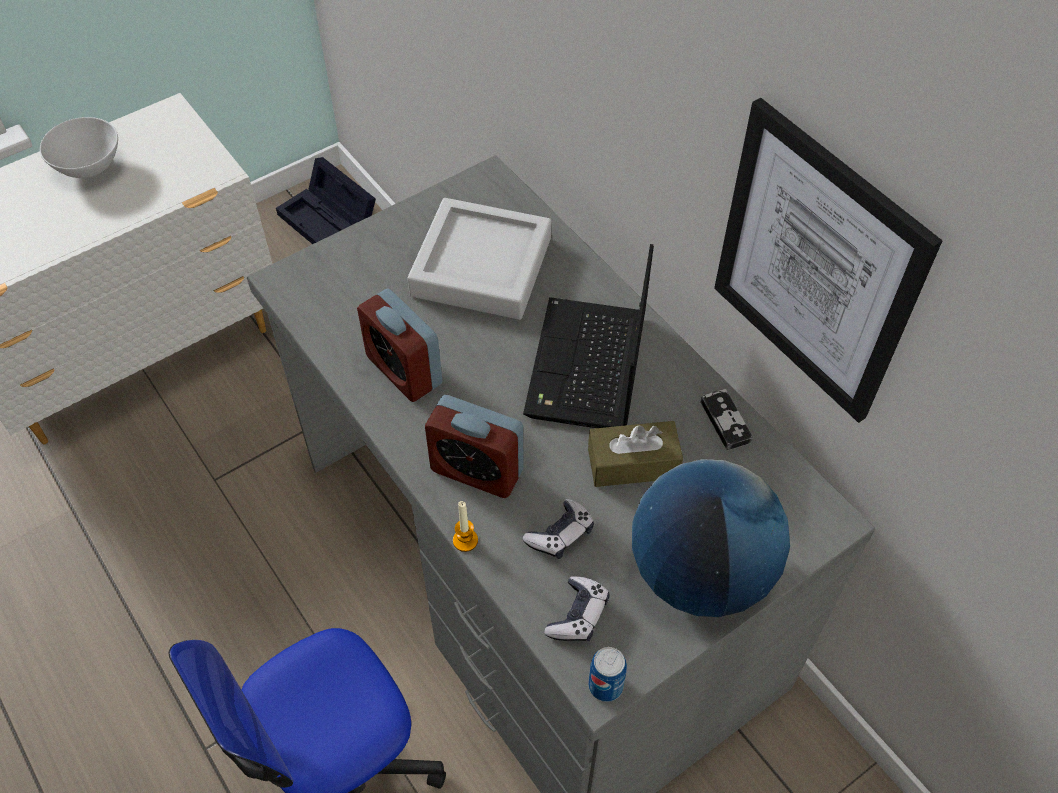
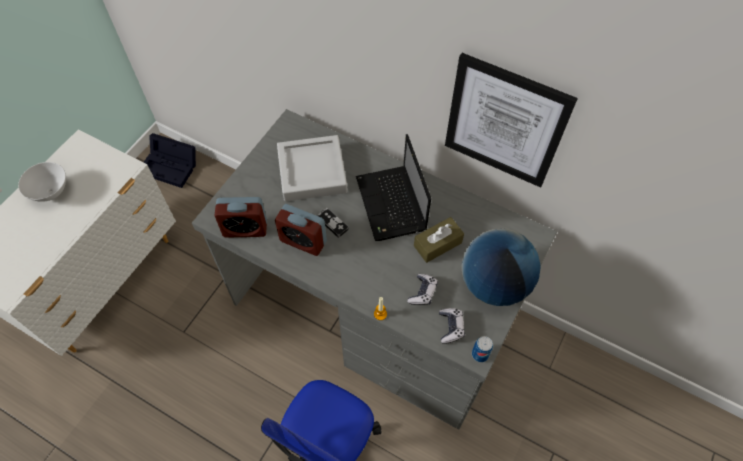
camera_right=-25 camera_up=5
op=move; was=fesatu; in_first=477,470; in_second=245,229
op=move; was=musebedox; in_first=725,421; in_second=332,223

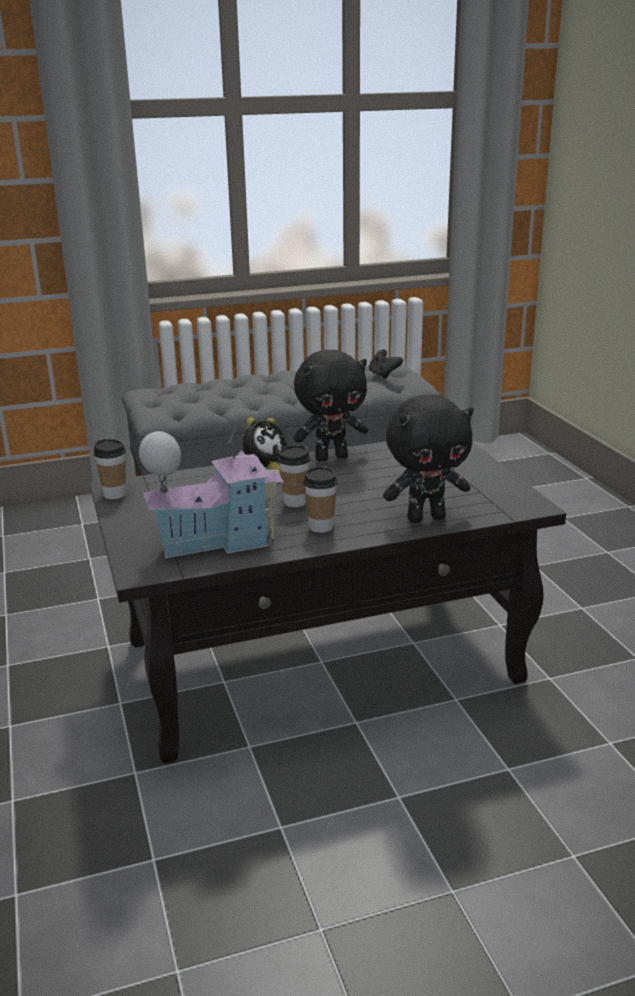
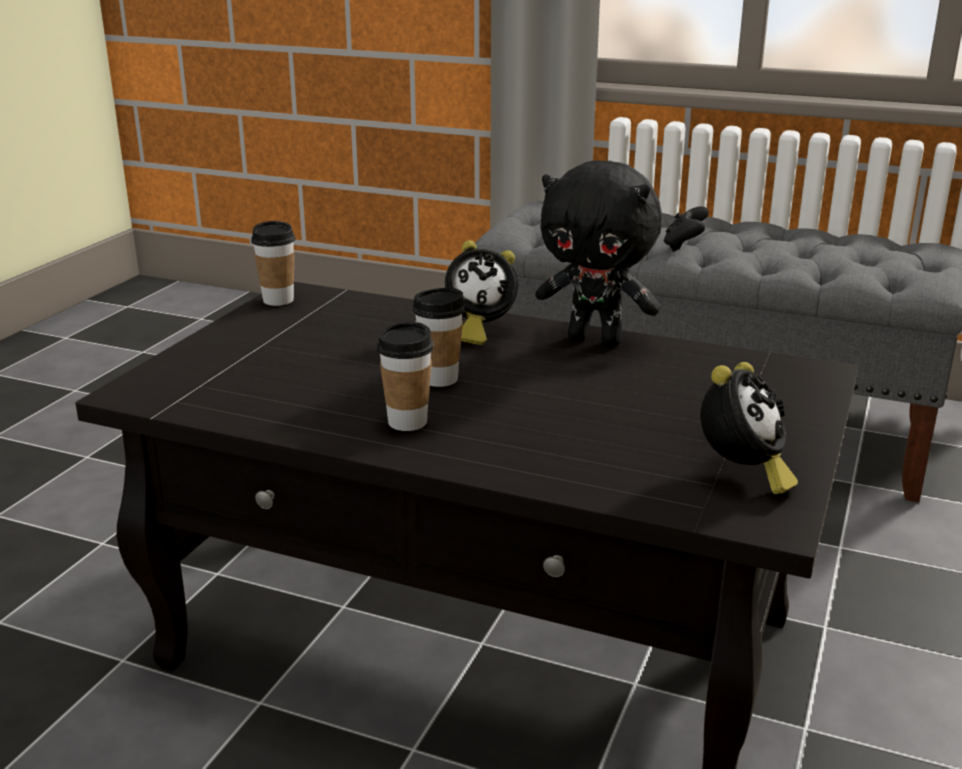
camera_right=40 camera_up=0
op=move; was=black_musebedox; in_first=383,375; in_second=684,247
op=insert; now=fesatu; in_second=742,475
op=delete; was=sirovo; in_first=216,541
op=delete; was=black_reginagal; in_first=426,518

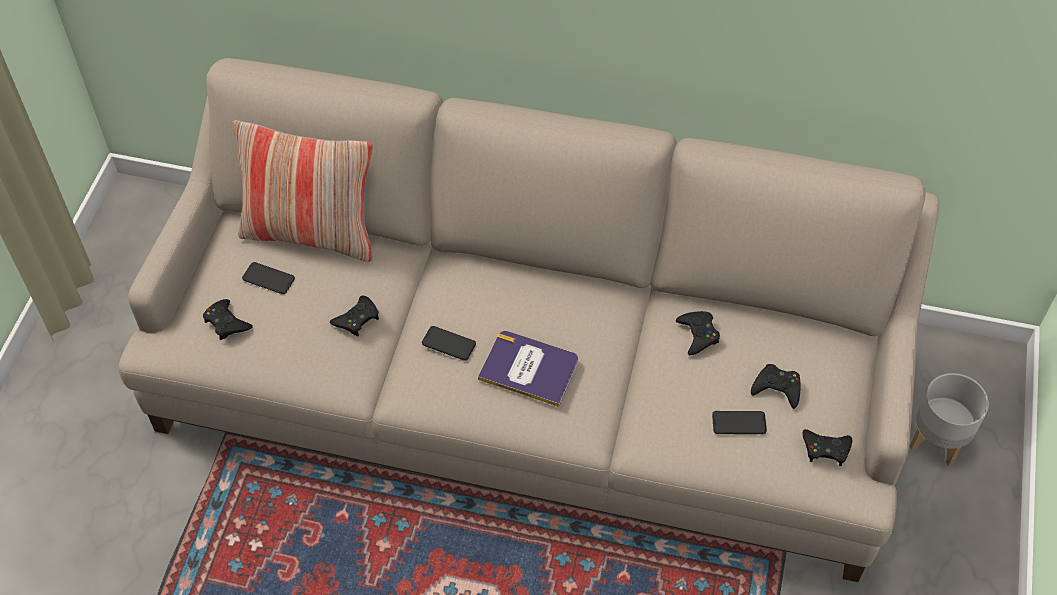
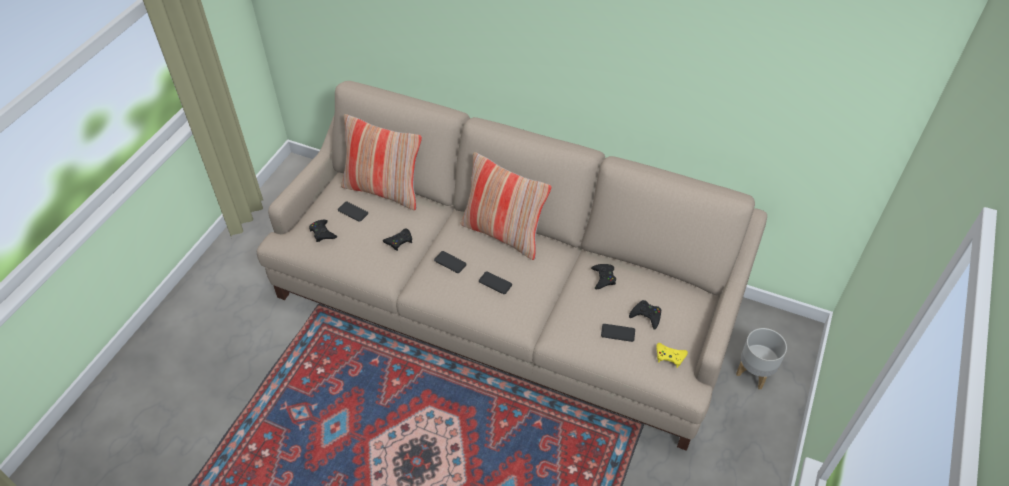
camera_right=10 camera_up=-5
op=insert; now=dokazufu; in_second=503,234
op=replace; was=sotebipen; now=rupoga; in_first=529,368; in_second=495,283
op=recolor; was=black_musebedox; now=yellow_musebedox; in_first=826,449; in_second=670,356

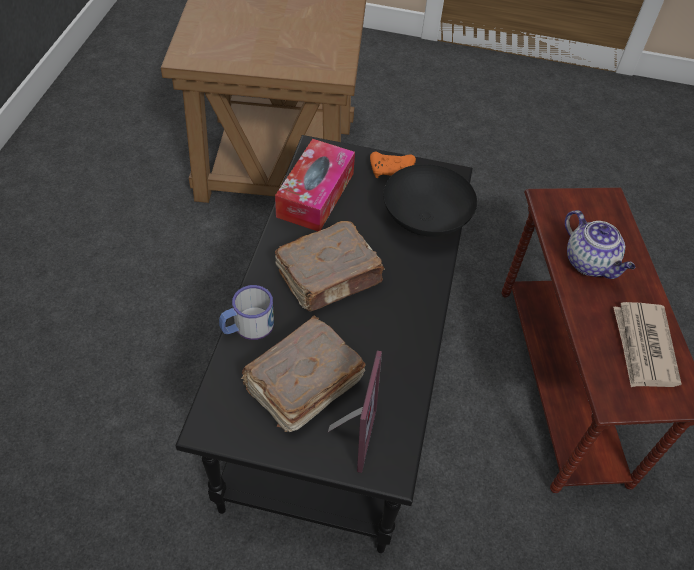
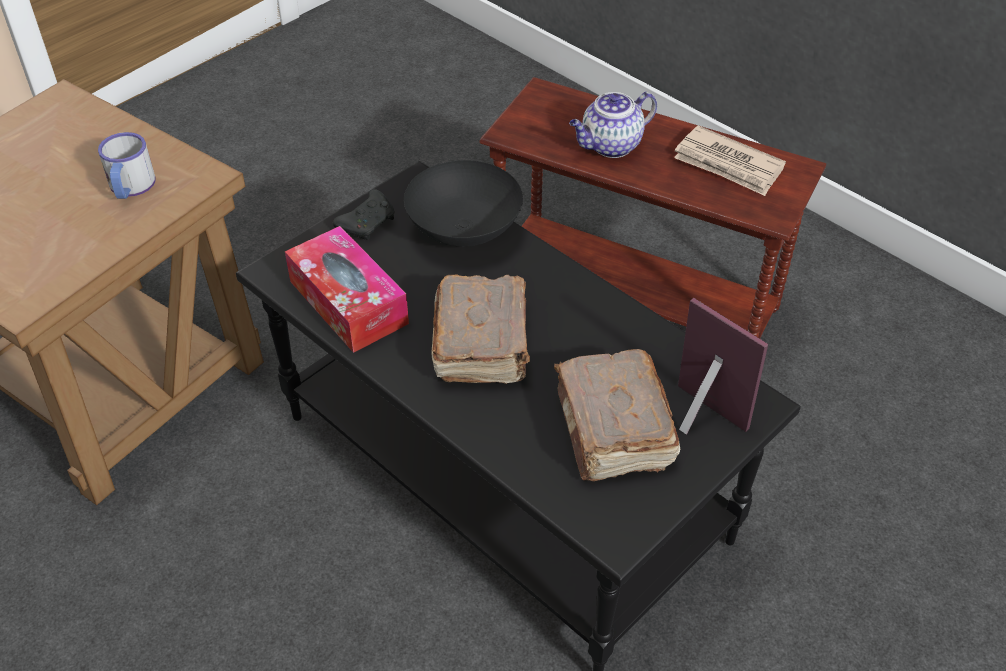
camera_right=-55 camera_up=-5
op=move; was=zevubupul; in_first=247,326; in_second=130,187
op=recolor; was=orange_musebedox; now=black_musebedox; in_first=391,171; in_second=368,222
op=rotate; was=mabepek; in_first=590,263; in_second=610,146; clockwise=150

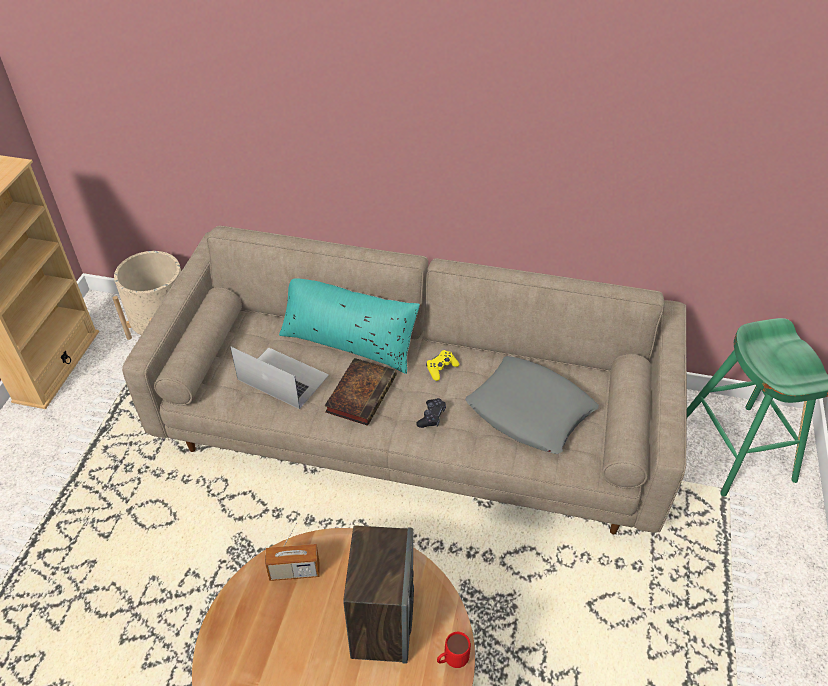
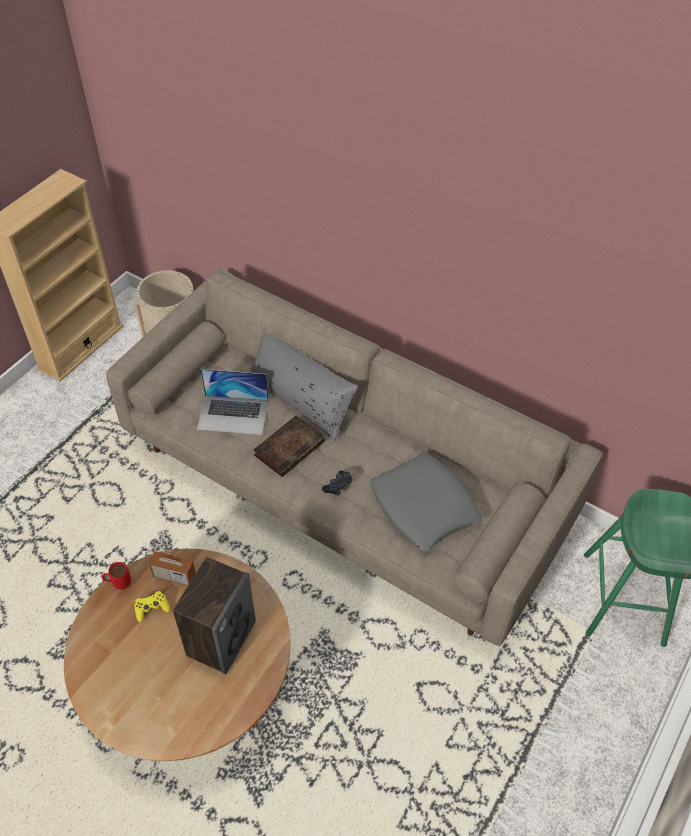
camera_right=20 camera_up=5
op=move; was=red_zevubupul; in_first=451,661; in_second=118,584
op=move; was=yellow_musebedox; in_first=441,368; in_second=152,608
op=rotate; was=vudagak; in_first=283,377; in_second=233,415; clockwise=135
op=recolor; was=turquoise_dokazufu; now=grey_dokazufu; in_first=348,342; in_second=300,399

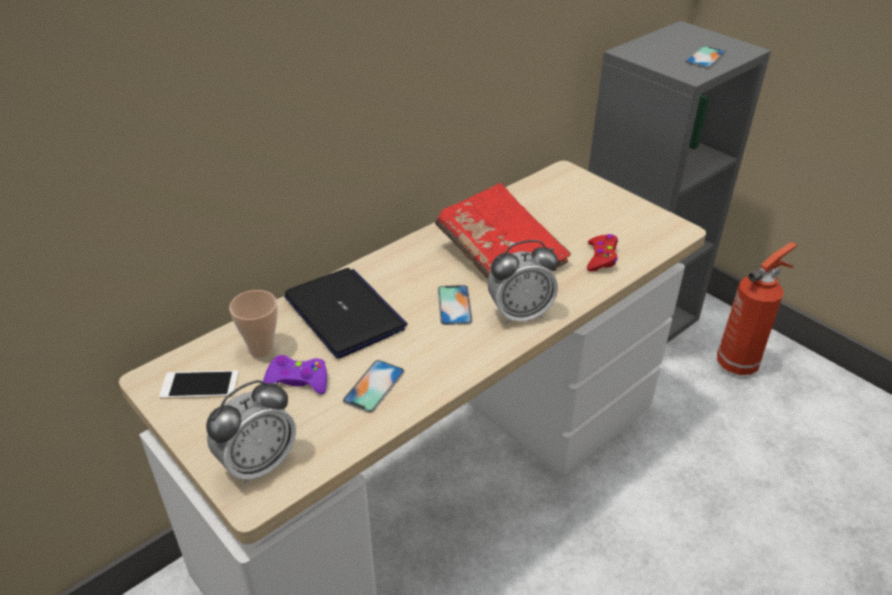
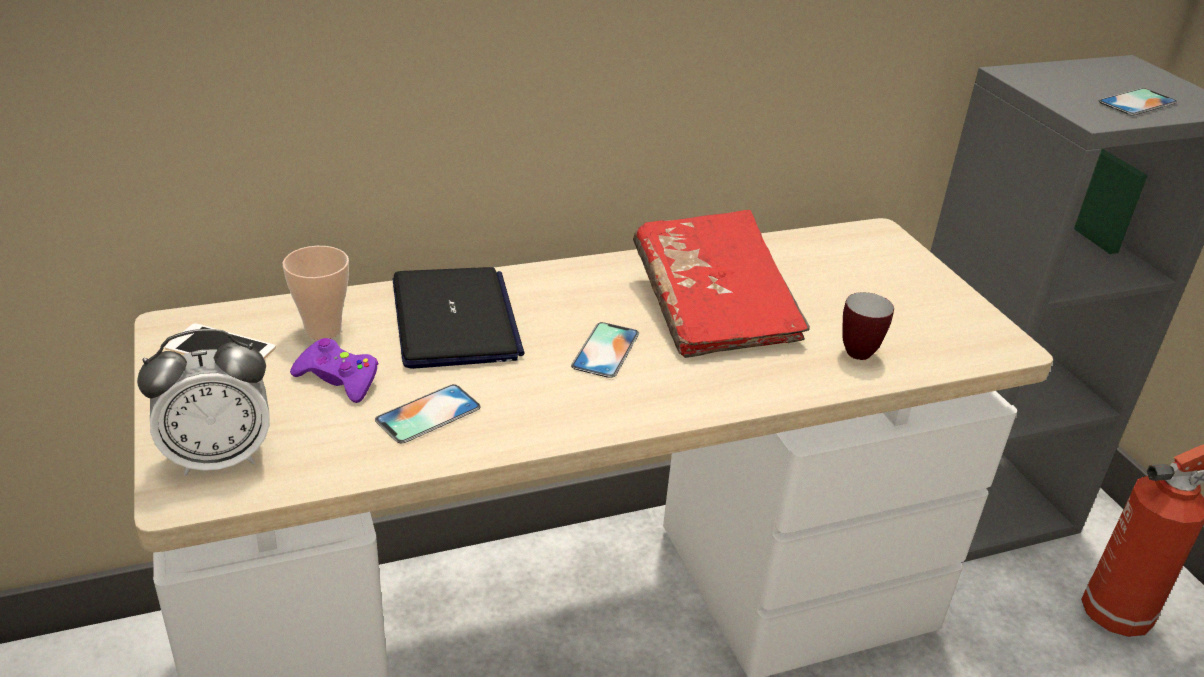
camera_right=20 camera_up=-5
op=replace; was=red_musebedox; now=zevubupul; in_first=601,258; in_second=860,350
op=delete; was=fesatu; in_first=520,314

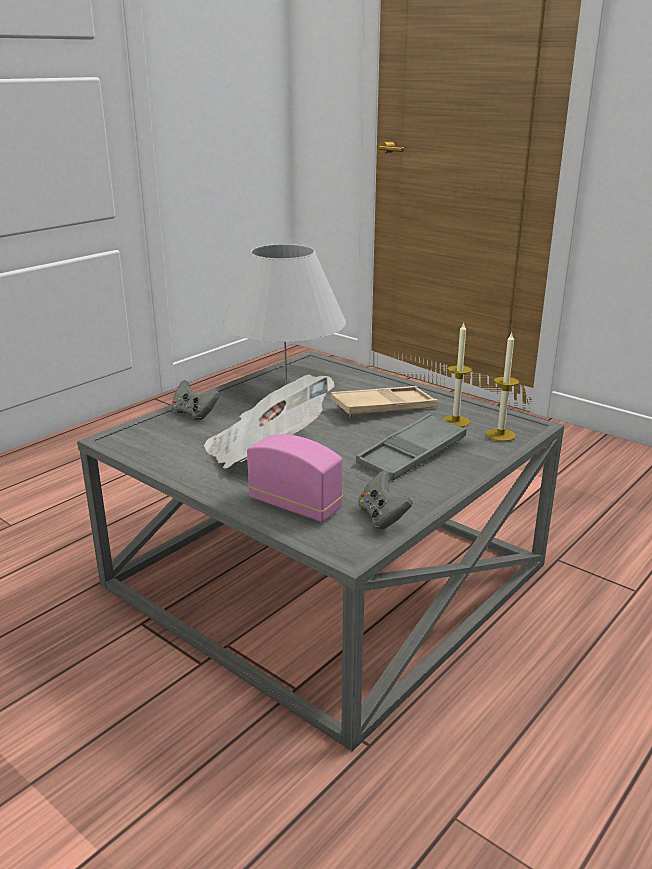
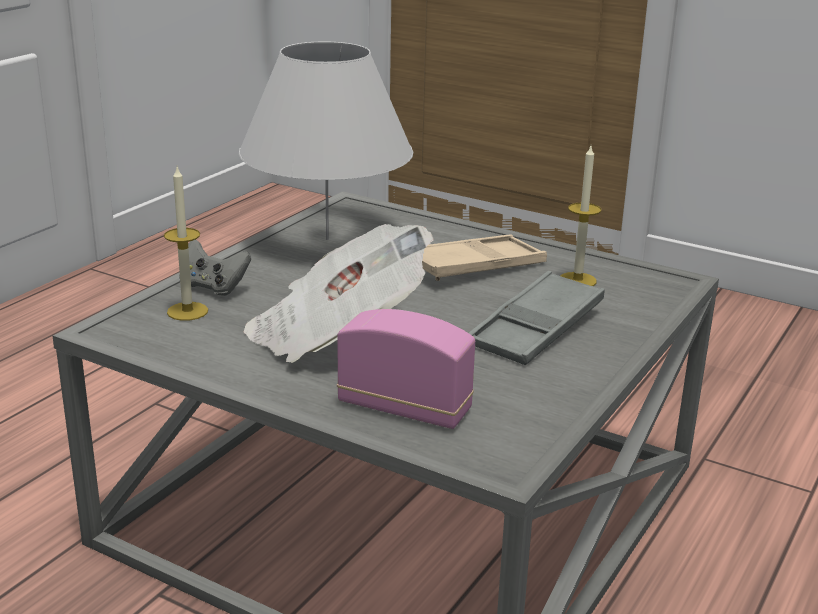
camera_right=-10 camera_up=0
op=move; was=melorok; in_first=500,435; in_second=187,311
op=delete; was=grey_musebedox; in_first=382,517

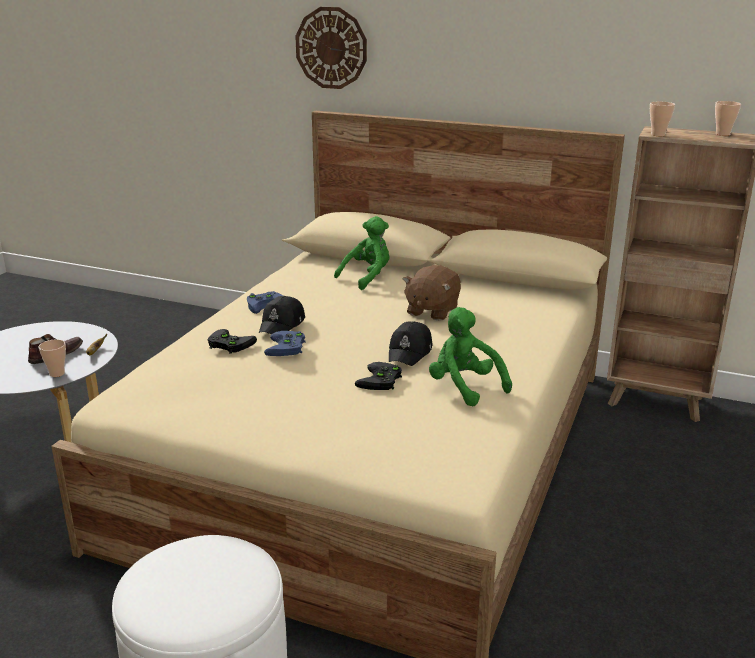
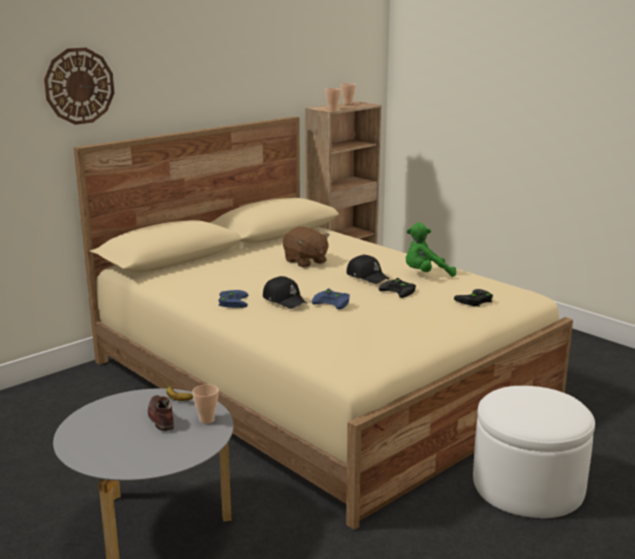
camera_right=-65 camera_up=-5
op=move; was=black_musebedox; in_first=228,344; in_second=474,301
op=delete; was=green_reginagal; in_first=367,277

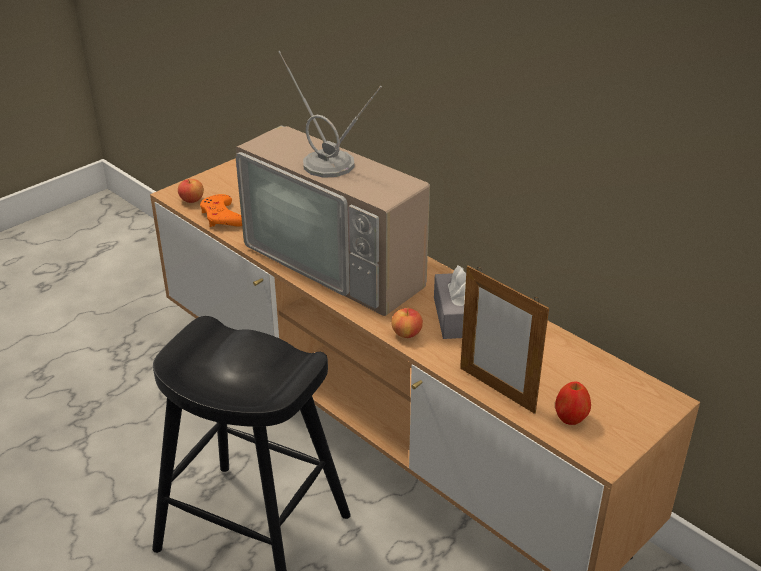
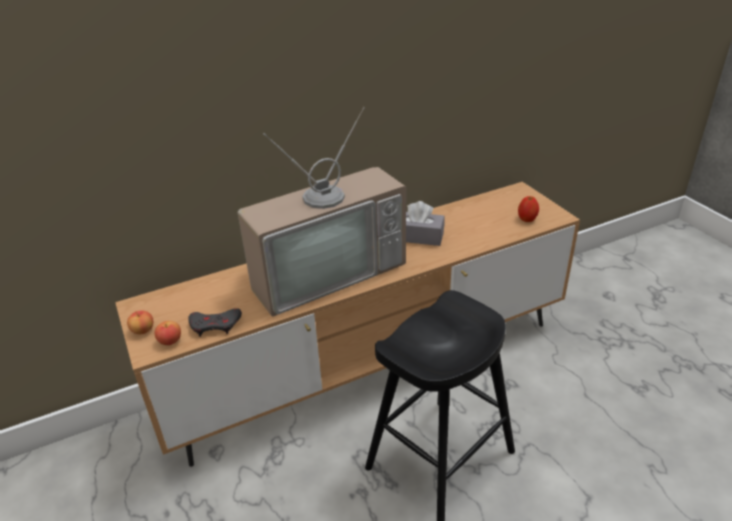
camera_right=-70 camera_up=0
op=move; was=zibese; in_first=406,333; in_second=143,330
op=recolor; was=orange_musebedox; now=grey_musebedox; in_first=222,217; in_second=215,325
op=delete; was=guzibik; in_first=497,390

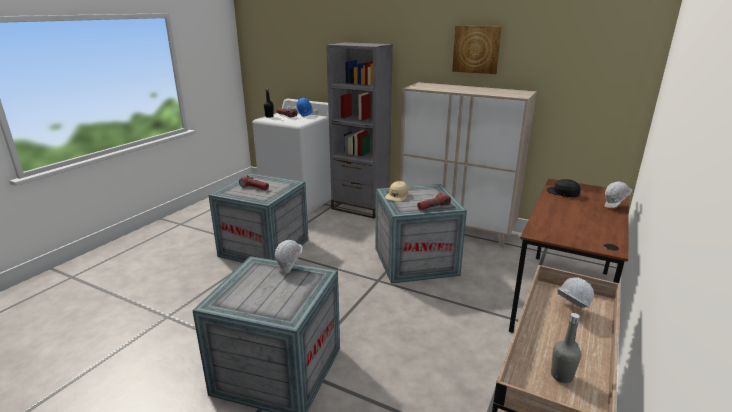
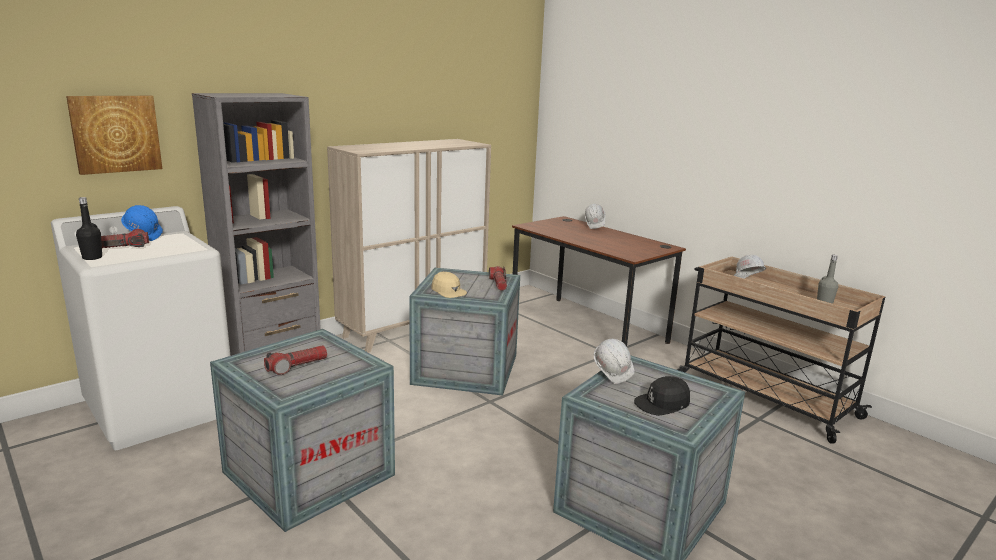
camera_right=-70 camera_up=-5
op=move; was=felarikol; in_first=476,49; in_second=115,134
op=move; was=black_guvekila; in_first=563,193; in_second=662,404

